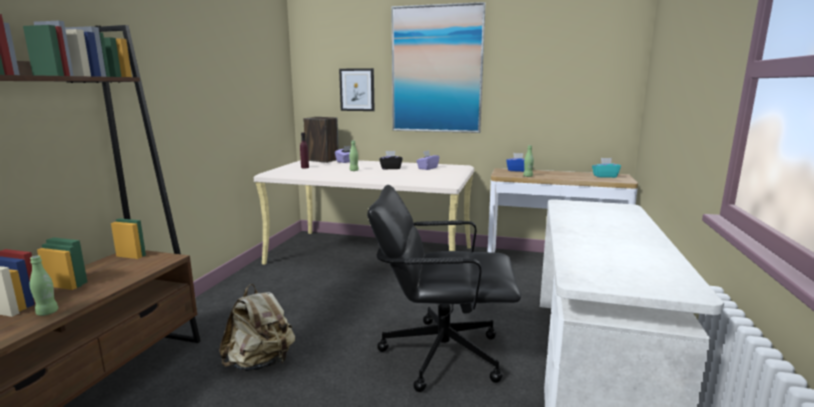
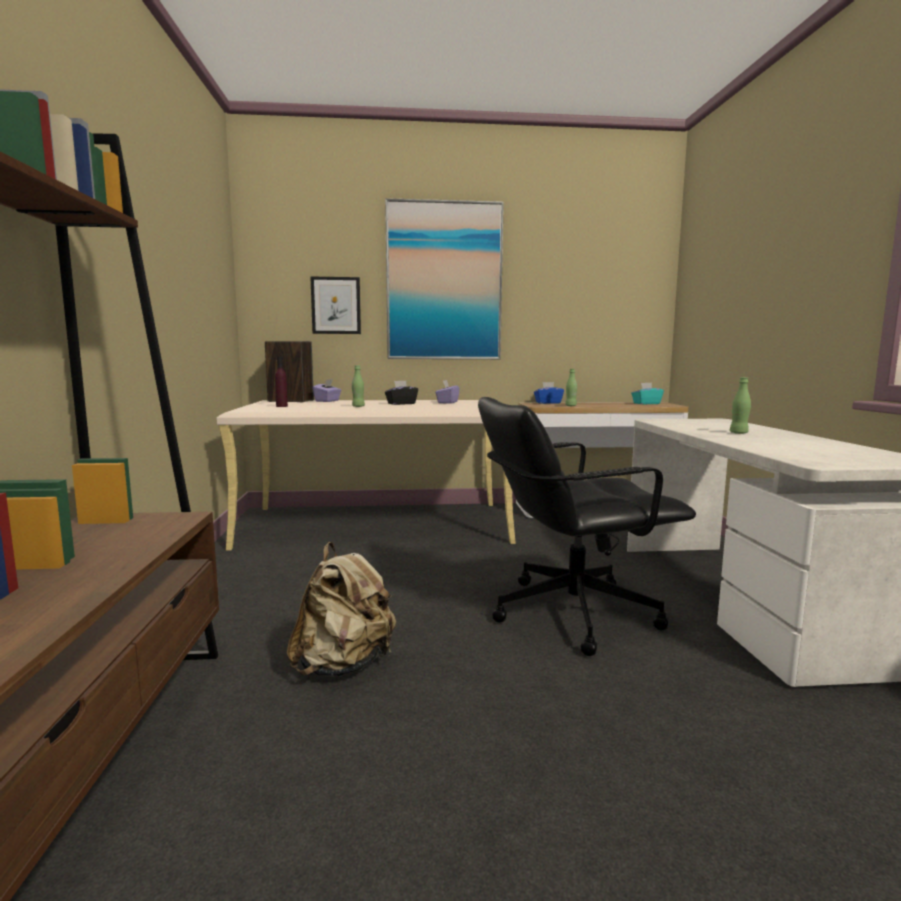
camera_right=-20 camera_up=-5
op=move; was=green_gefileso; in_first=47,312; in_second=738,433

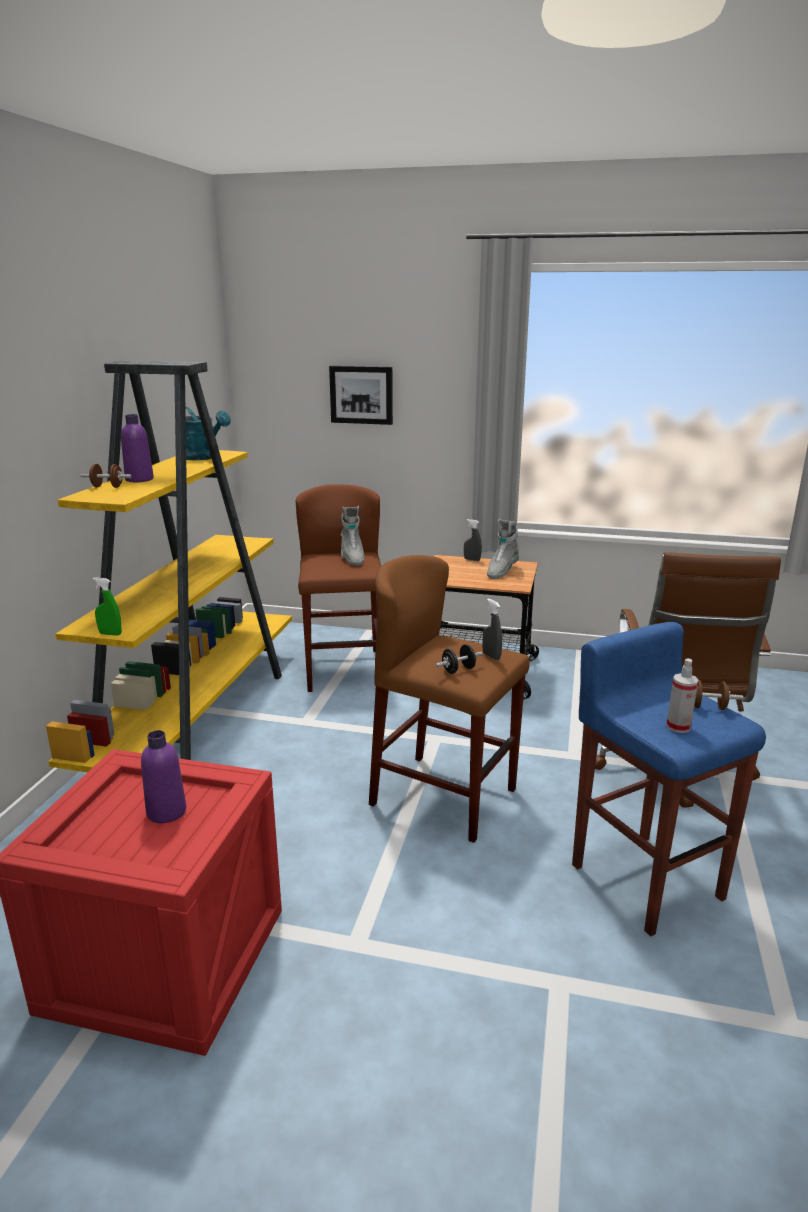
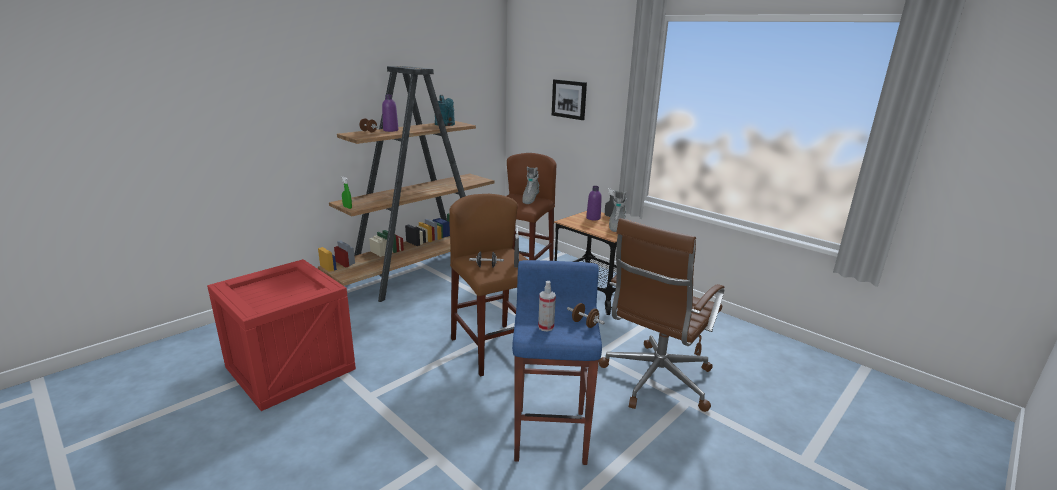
camera_right=30 camera_up=0
op=recolor; was=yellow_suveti; now=brown_suveti; in_first=197,717; in_second=422,272
op=move; was=purple_gefileso; in_first=166,812; in_second=593,218
op=rotate; was=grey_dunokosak; in_first=501,571; in_second=616,226; clockwise=-45

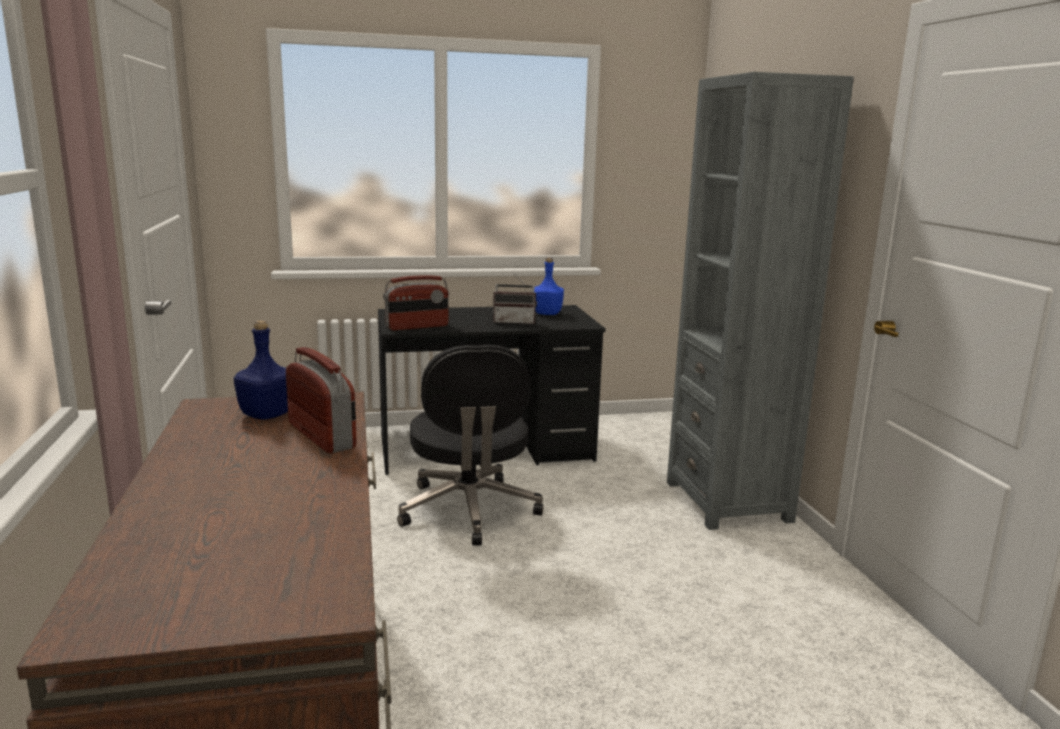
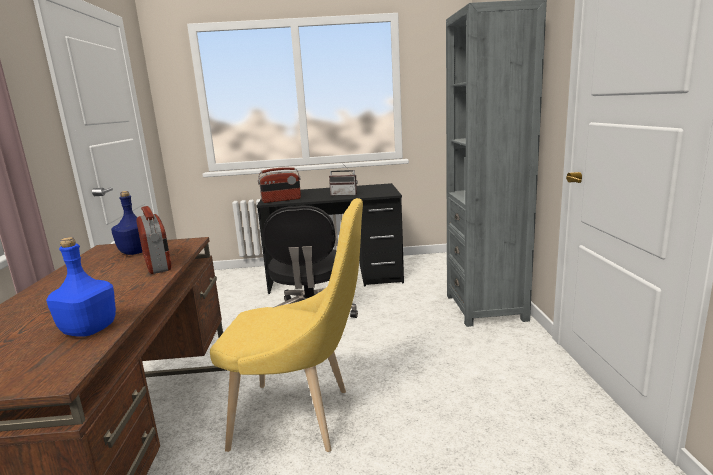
camera_right=10 camera_up=0
op=move; was=blue_gefileso; in_first=547,314; in_second=88,330
op=insert; now=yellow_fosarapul; in_second=300,418

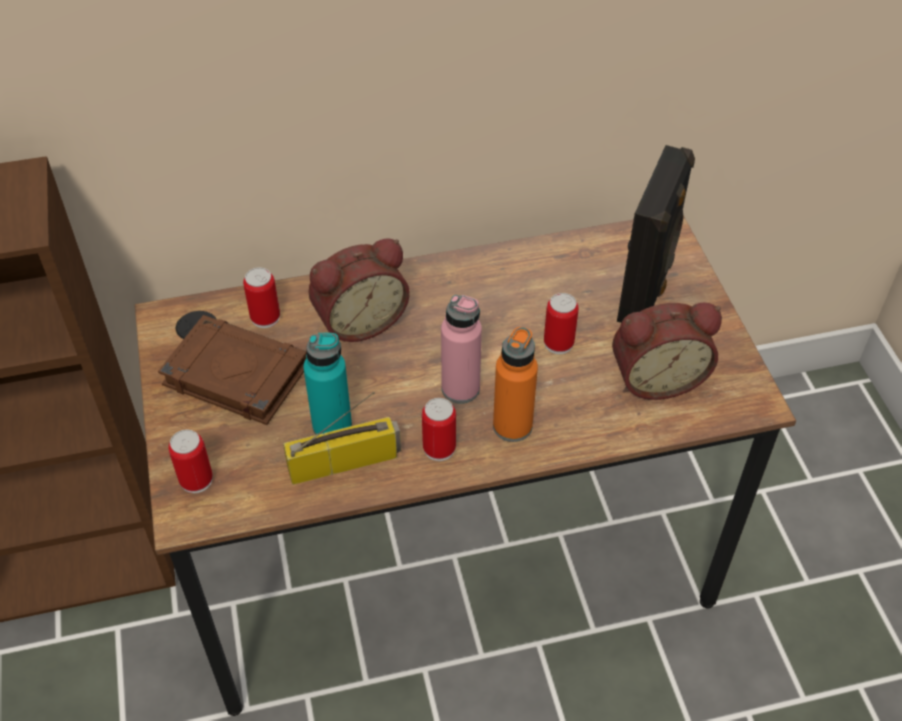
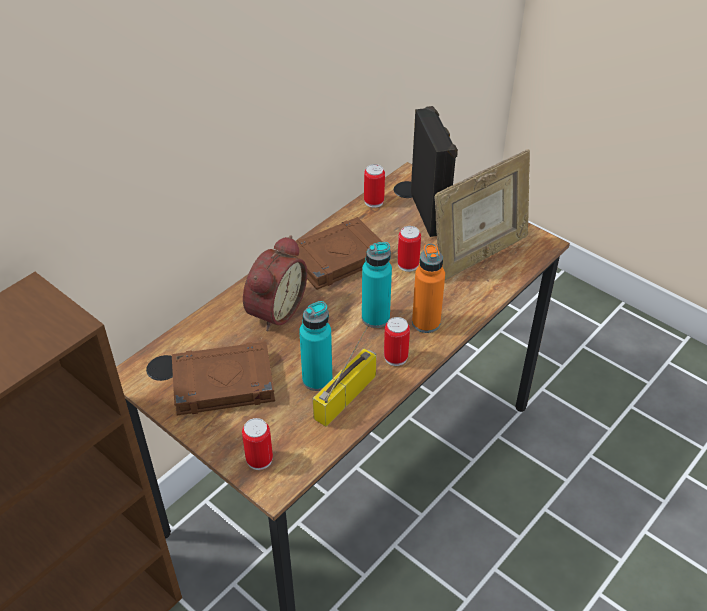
camera_right=-35 camera_up=-5
op=insert; now=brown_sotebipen; in_second=336,258
op=recolor; was=pink_gefileso; now=turquoise_gefileso; in_first=460,388; in_second=375,318
op=move; was=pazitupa; in_first=265,317; in_second=374,201
op=replace; was=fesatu; now=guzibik; in_first=656,377; in_second=479,256

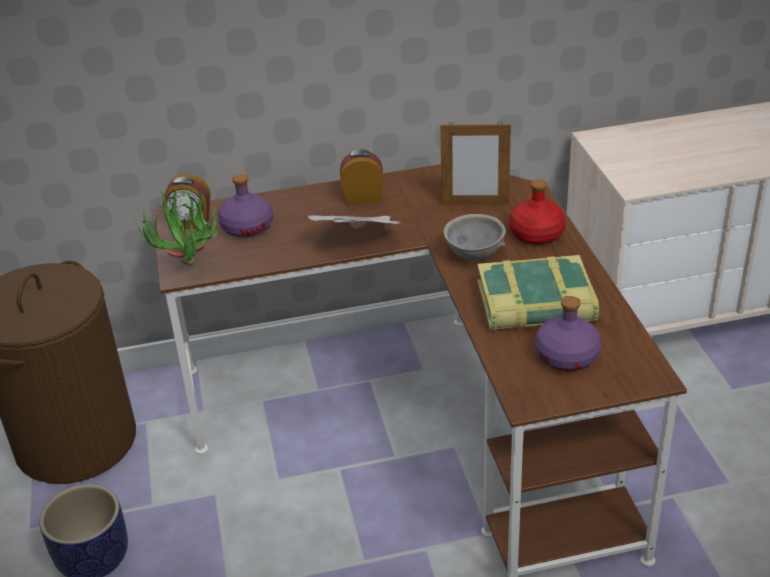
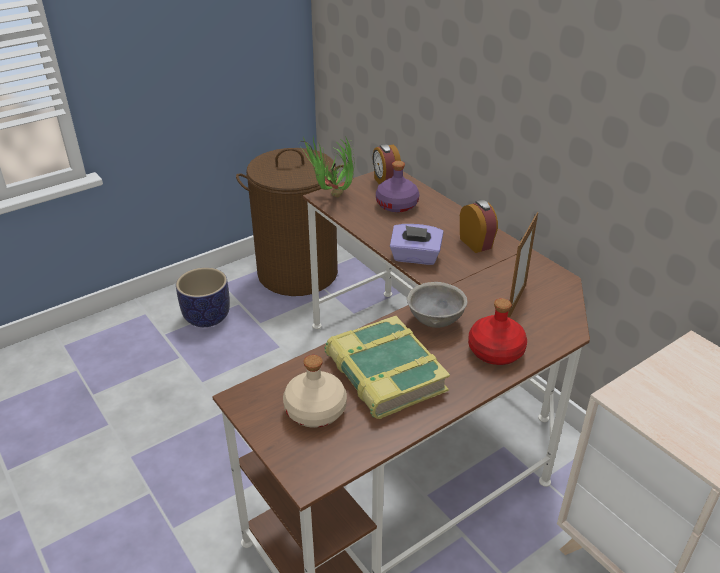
camera_right=65 camera_up=0
op=recolor; was=purple_gefileso; now=beige_gefileso; in_first=567,357; in_second=314,410
op=replace; was=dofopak; now=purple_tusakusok; in_first=360,240; in_second=415,257
op=rotate; was=guzibik; in_first=475,204; in_second=516,303; clockwise=-135

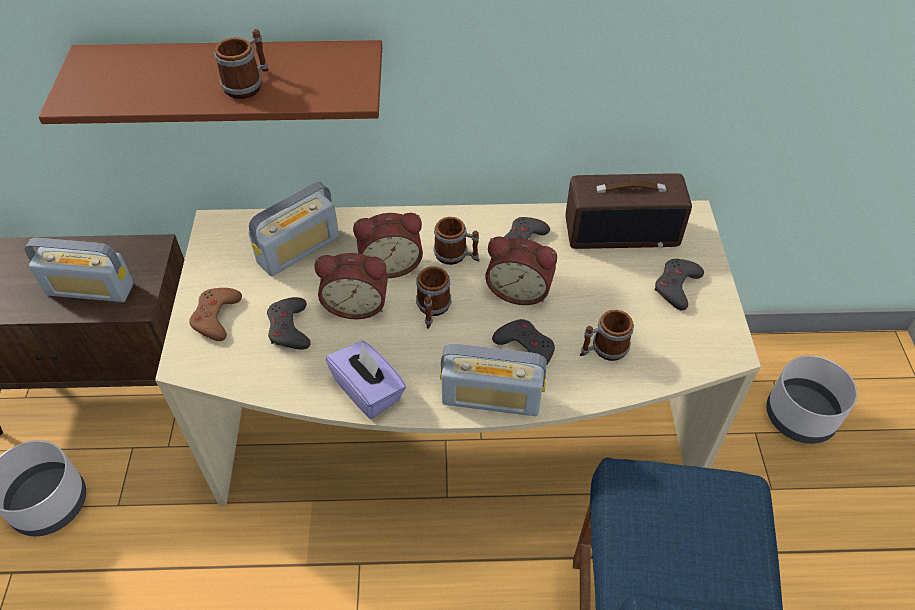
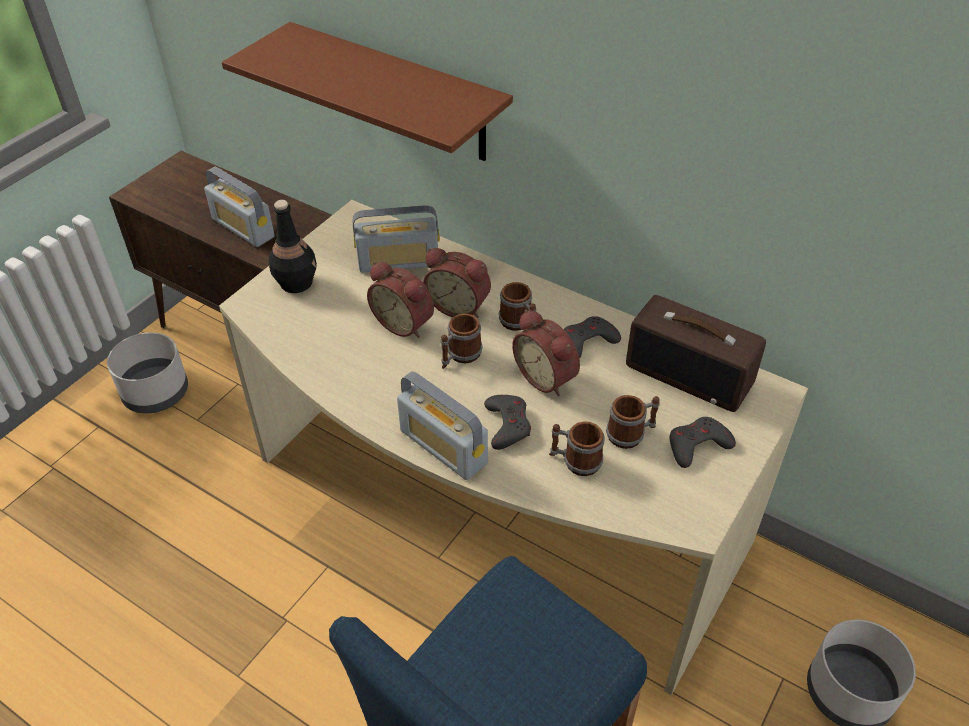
camera_right=35 camera_up=-5
op=replace; was=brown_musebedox; now=black_gefileso; in_first=216,317; in_second=296,282
op=move; was=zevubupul; in_first=248,84; in_second=631,434
op=delete; was=grey_musebedox; in_first=289,328
op=delete; was=purple_tusakusok; in_first=369,391

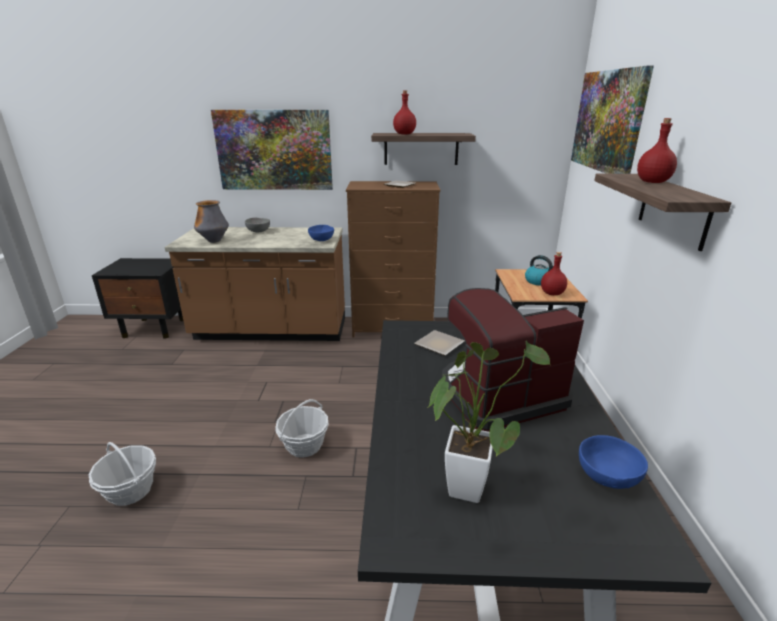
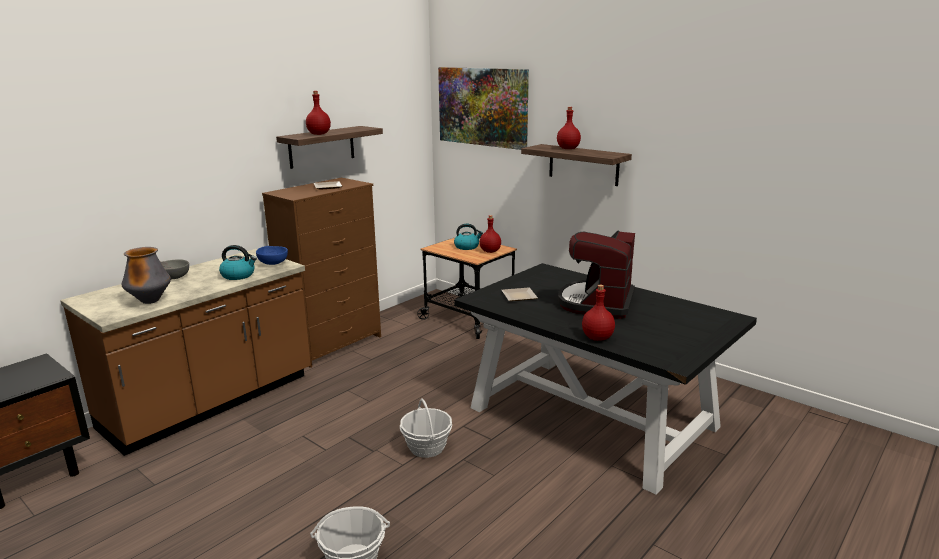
camera_right=-50 camera_up=-5
op=insert; now=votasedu; in_second=238,275
op=insert; now=red_gefileso; in_second=597,337
op=delete; was=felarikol; in_first=274,150
op=delete; was=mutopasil; in_first=467,482
op=delete; was=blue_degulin; in_first=607,478

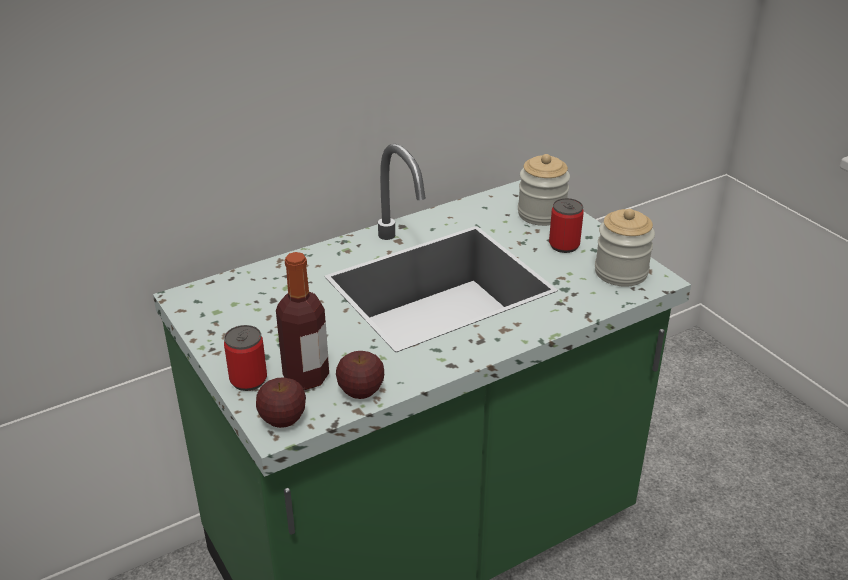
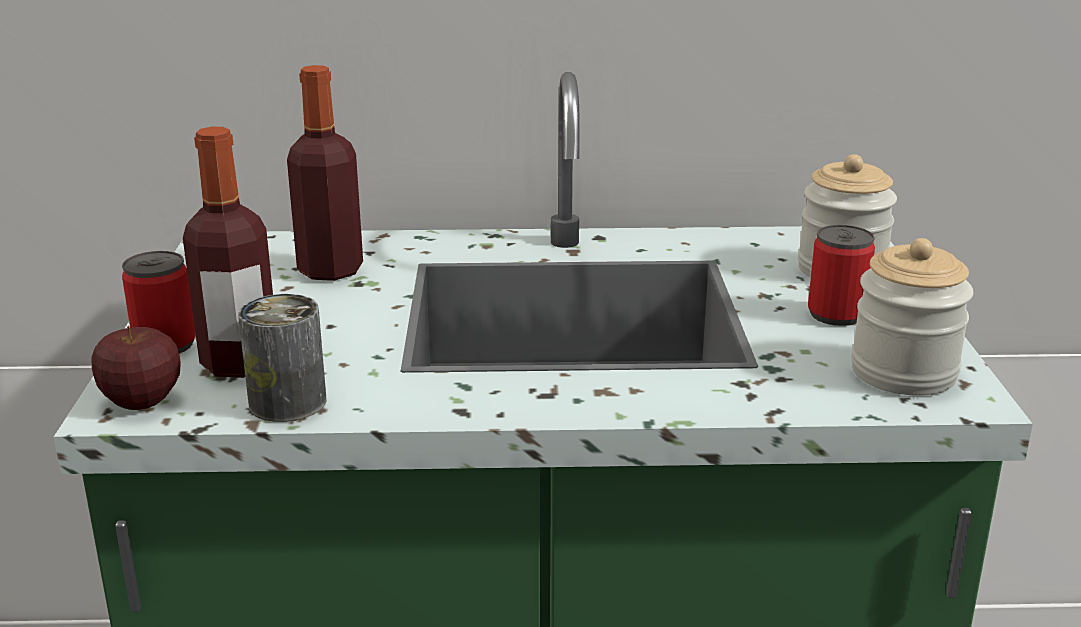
camera_right=30 camera_up=-10
op=replace; was=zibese; now=pazitupa; in_first=361,391; in_second=287,402
op=insert; now=gefileso; in_second=330,270

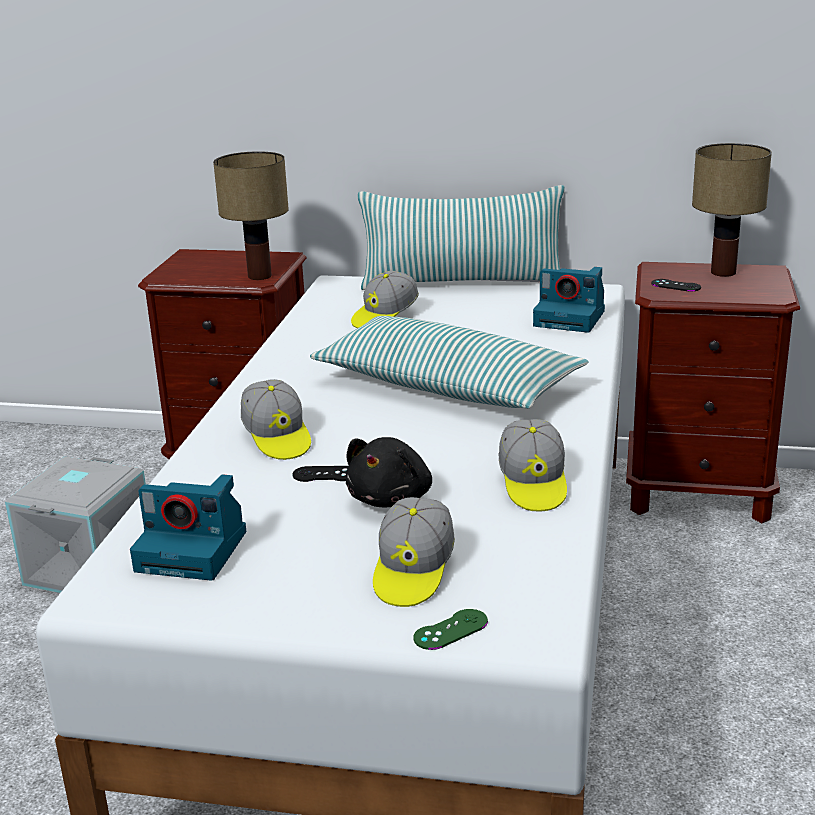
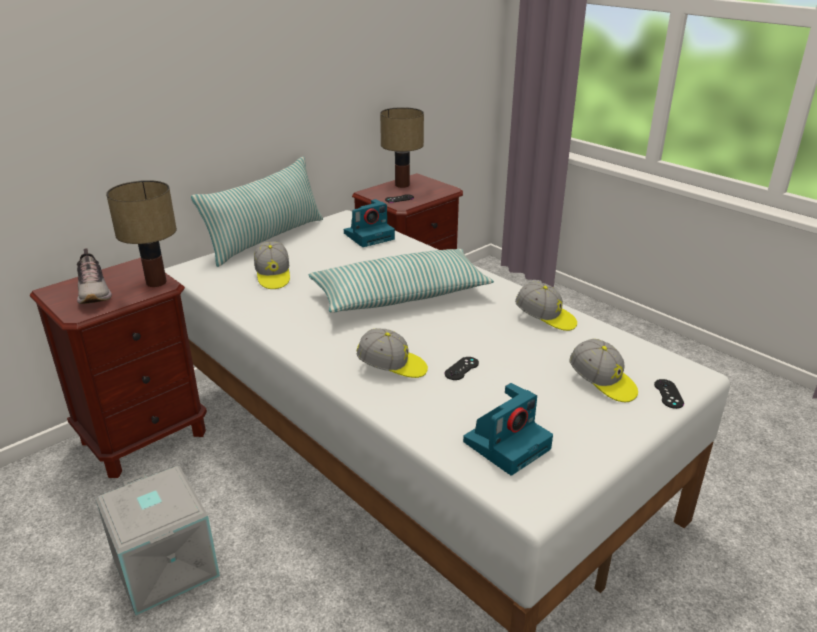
camera_right=-55 camera_up=5
op=insert; now=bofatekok; in_second=94,292
op=recolor; was=green_musebedox; now=black_musebedox; in_first=450,630; in_second=668,394
op=delete; was=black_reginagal; in_first=392,498

